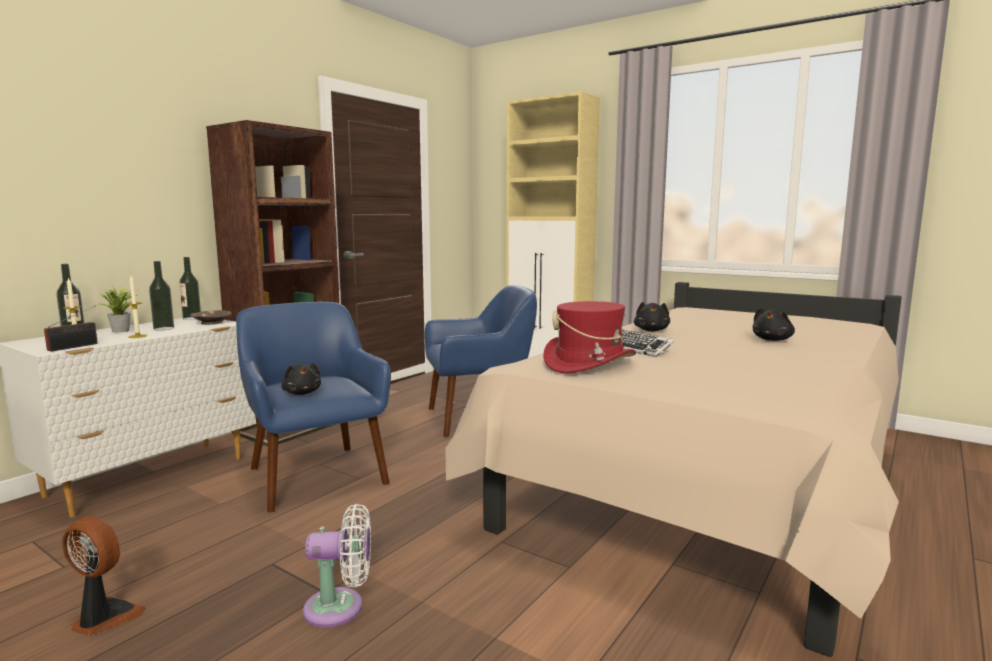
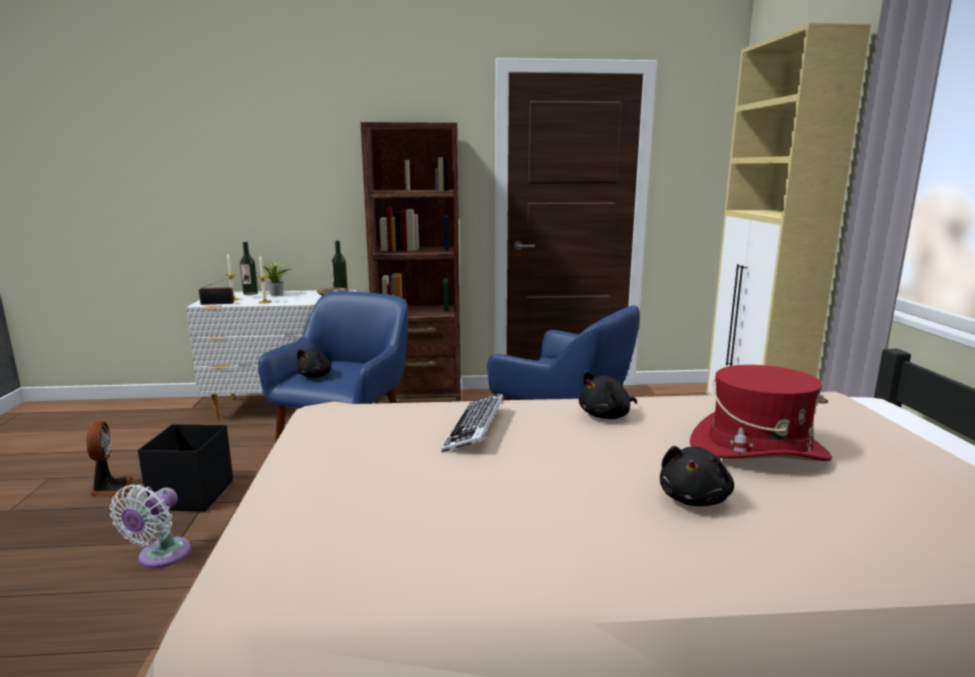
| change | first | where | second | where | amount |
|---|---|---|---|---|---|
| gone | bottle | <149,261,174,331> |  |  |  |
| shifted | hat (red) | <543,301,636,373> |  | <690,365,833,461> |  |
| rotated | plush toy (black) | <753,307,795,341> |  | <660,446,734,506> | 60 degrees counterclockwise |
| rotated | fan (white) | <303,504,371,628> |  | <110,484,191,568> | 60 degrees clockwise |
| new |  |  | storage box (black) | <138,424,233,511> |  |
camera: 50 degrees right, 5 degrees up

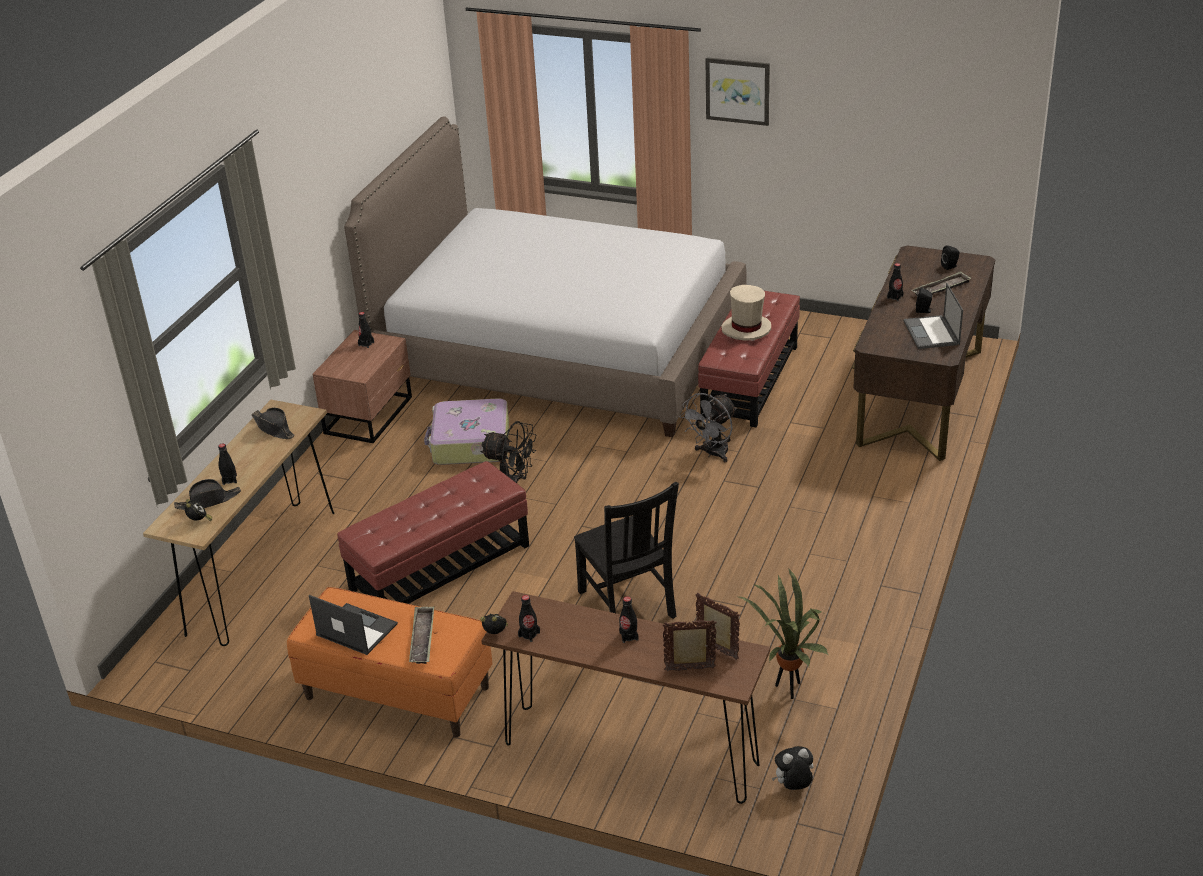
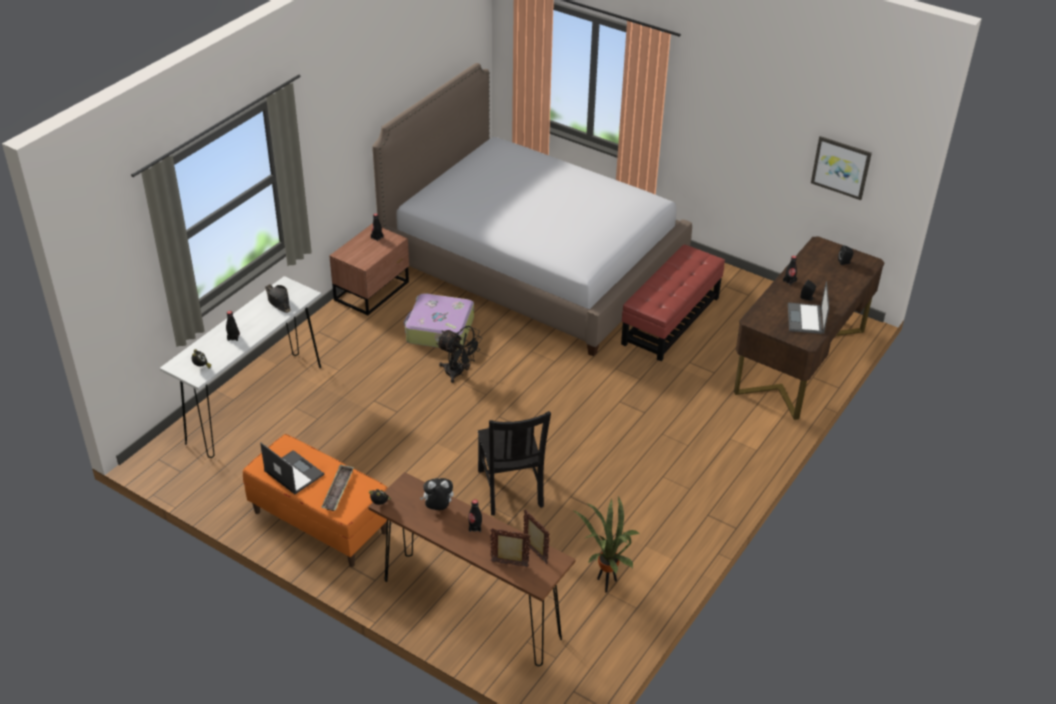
| change | first | where | second | where | amount |
|---|---|---|---|---|---|
| shifted | picture | <705,57,770,126> |  | <811,136,872,200> |  |
| gone | tray | <912,271,971,296> |  |  |  |
| gone | hat (beige) | <721,285,771,341> |  |  |  |
| gone | fan (grey) | <679,393,737,462> |  |  |  |
| repainted | console table (brown) | <143,400,334,646> | console table (white) | <160,276,322,458> |  |
| gone | ottoman (red) | <337,461,529,604> |  |  |  |
| gone | hat (black) | <174,479,241,510> |  |  |  |
| gone | bottle (black) | <518,595,540,642> |  |  |  |
| shifted | plush toy | <772,746,814,790> |  | <420,478,454,510> |  |
camera: 10 degrees right, 5 degrees up

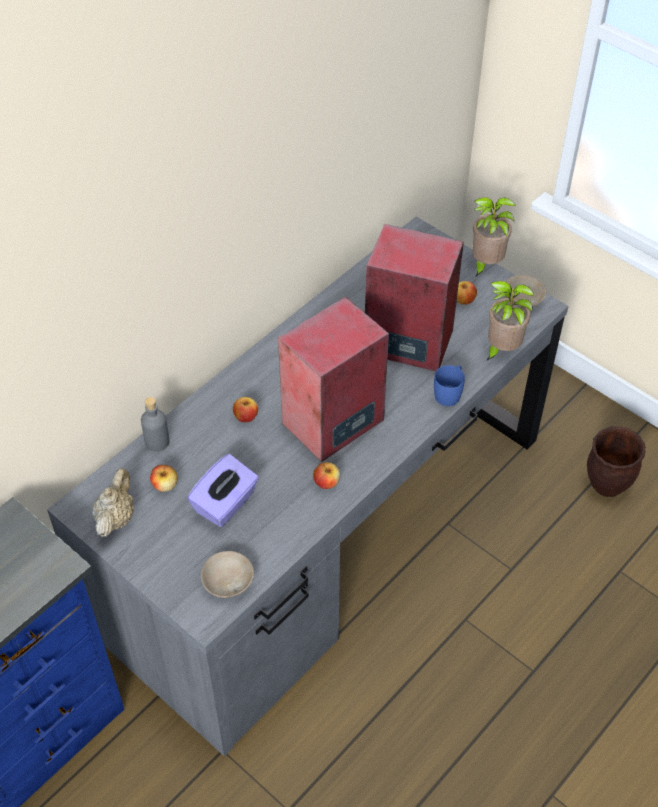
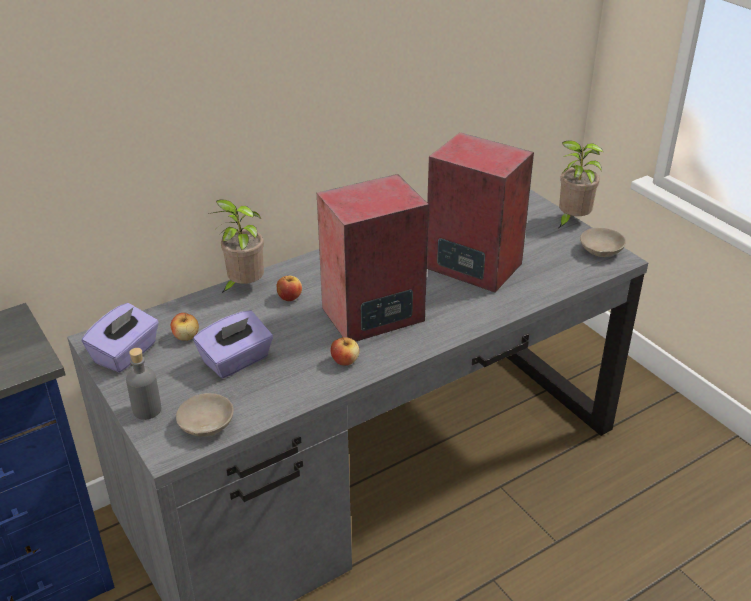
| change | first | where | second | where | amount |
|---|---|---|---|---|---|
| gone | apple | <457,281,477,305> |  |  |  |
| shifted | potted plant | <486,281,534,361> |  | <208,200,264,294> |  |
| gone | mug (blue) | <434,365,465,406> |  |  |  |
| shifted | bottle (grey) | <141,397,170,452> |  | <126,348,161,420> |  |
| gone | planter (brown) | <587,426,645,497> |  |  |  |
| swapped | teapot (beige) | <92,468,134,537> | tissue box (purple) | <82,303,159,373> |  |
camera: 15 degrees right, 15 degrees down

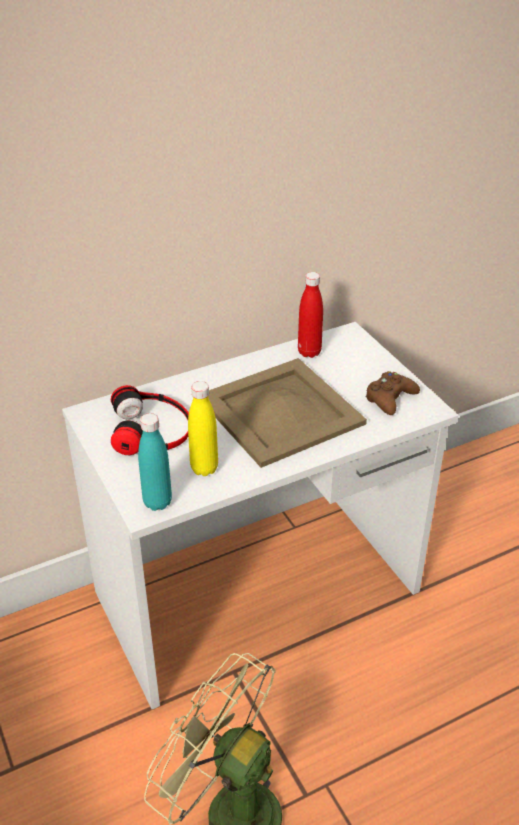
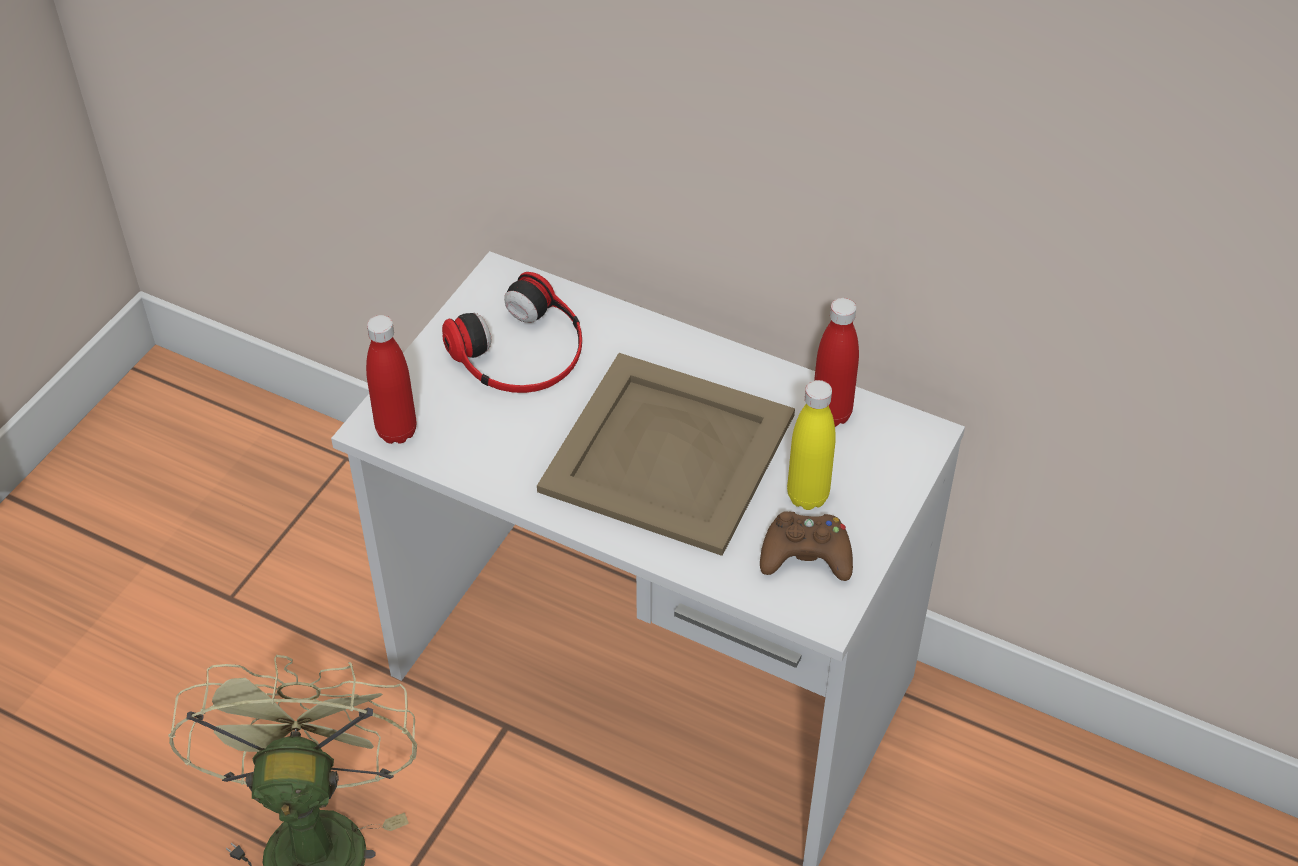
| change | first | where | second | where | amount |
|---|---|---|---|---|---|
| shifted | bottle (yellow) | <188,381,218,476> |  | <787,380,836,510> |  |
| repainted | bottle (turquoise) | <138,413,172,511> | bottle (red) | <366,315,416,444> |  |
camera: 55 degrees right, 10 degrees up

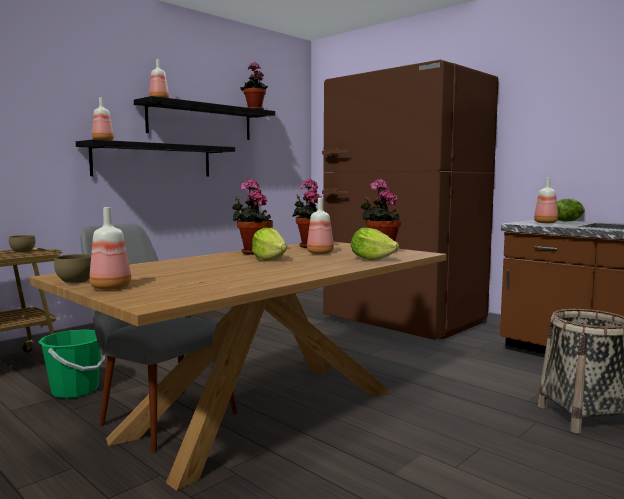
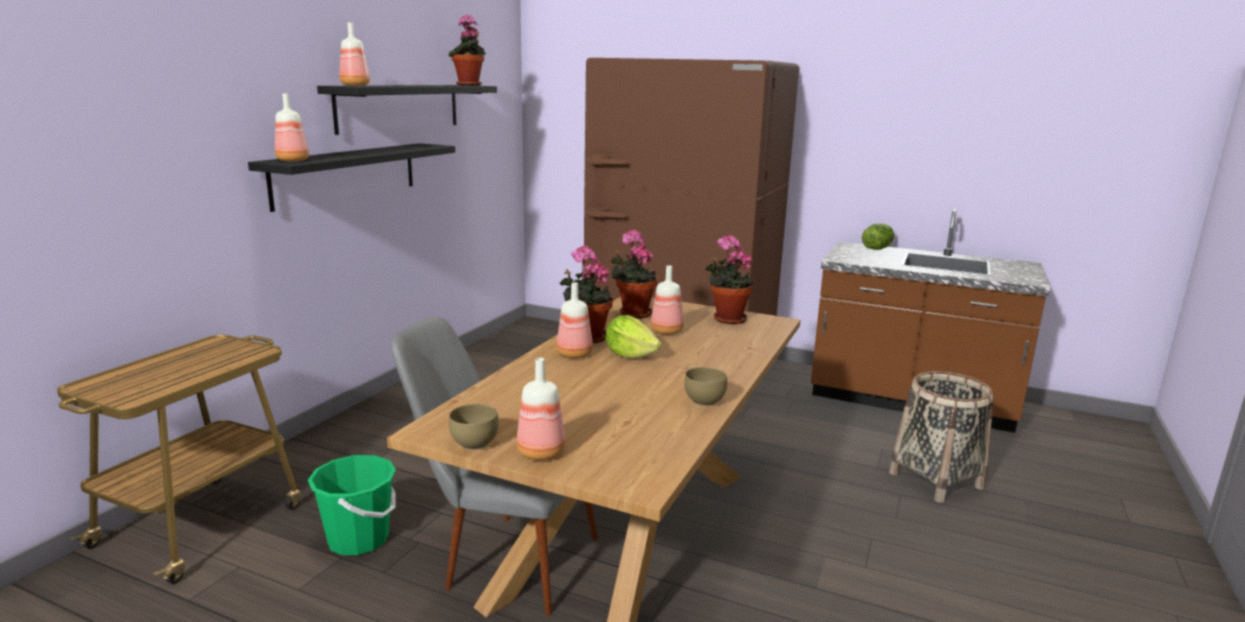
| change | first | where | second | where | amount |
|---|---|---|---|---|---|
| shifted | bottle | <534,177,558,223> |  | <557,282,593,358> |  |
| gone | lettuce | <351,227,399,260> |  |  |  |
| shifted | bowl (brown) | <9,235,36,253> |  | <684,367,727,406> |  |
camera: 20 degrees left, 10 degrees up

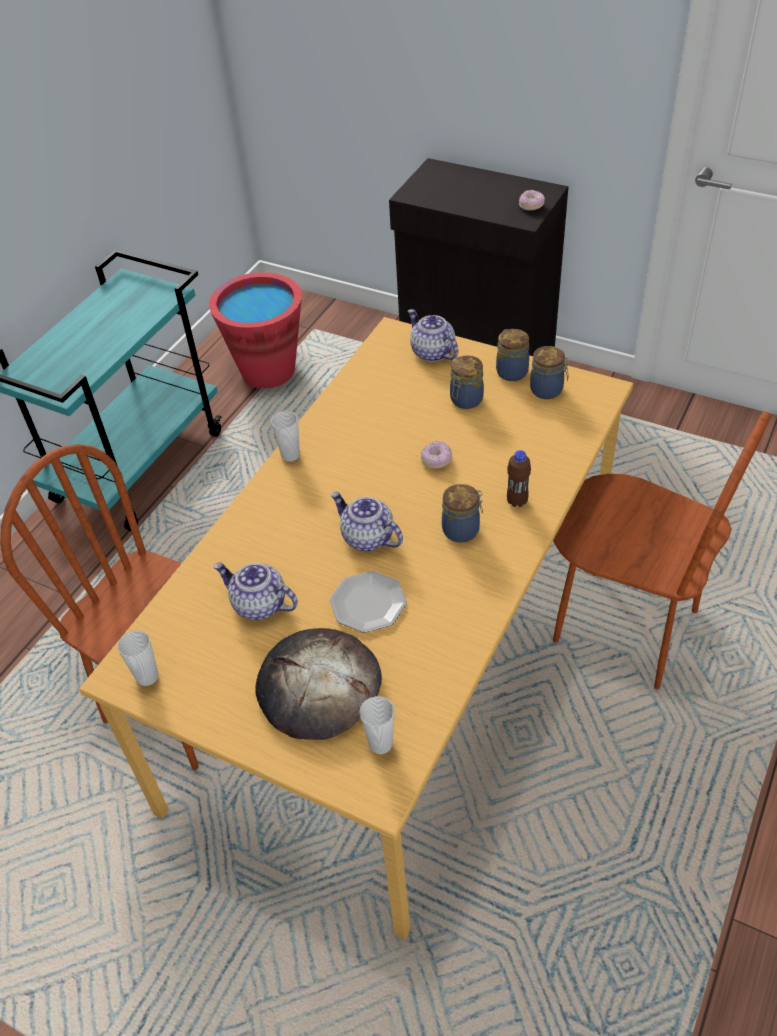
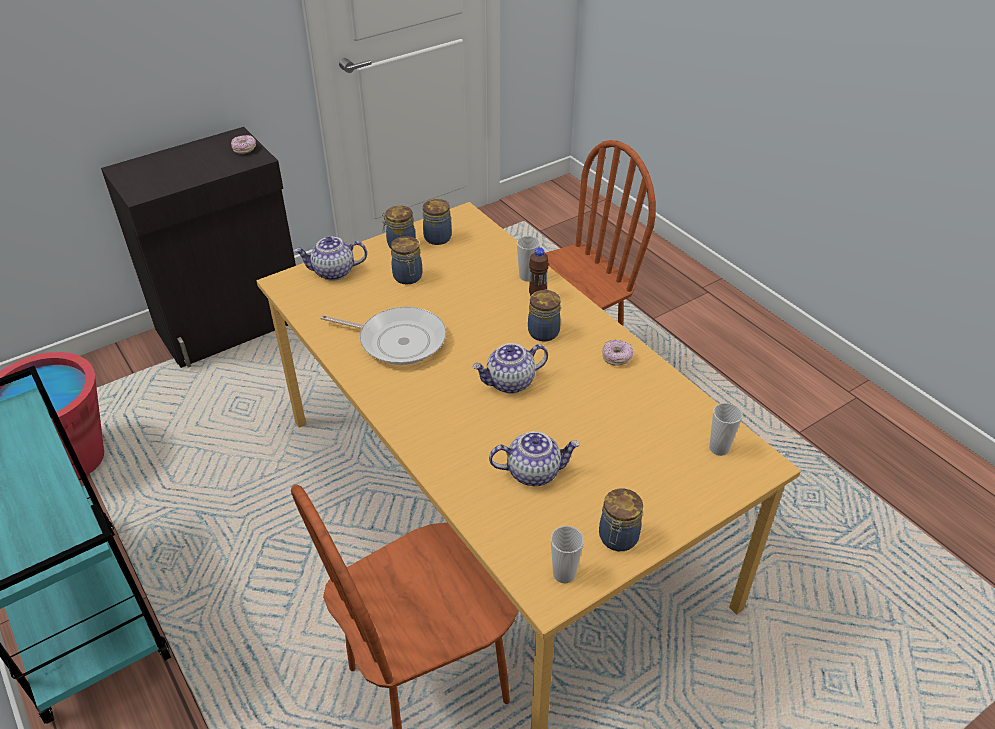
| change | first | where | second | where | amount |
|---|---|---|---|---|---|
| shifted | cup | <271,411,300,461> |  | <517,236,540,281> |  |
| shifted | donut | <421,441,452,469> |  | <602,340,633,366> |  |
| rotated | teapot | <213,562,298,620> |  | <489,431,580,486> | 150 degrees counterclockwise |
| gone | plate | <330,571,407,633> |  |  |  |
| gone | bread | <255,628,382,740> |  |  |  |
| new |  |  | frying pan | <320,307,446,365> |  |
| new |  |  | jar | <599,489,643,551> |  |
camera: 65 degrees left, 5 degrees down

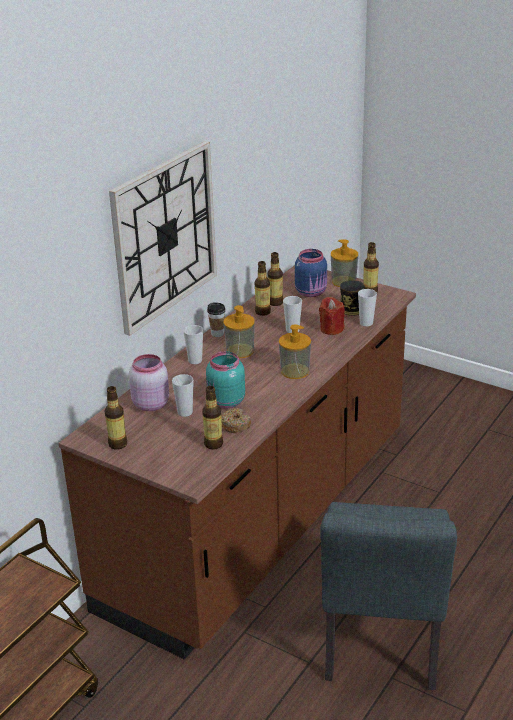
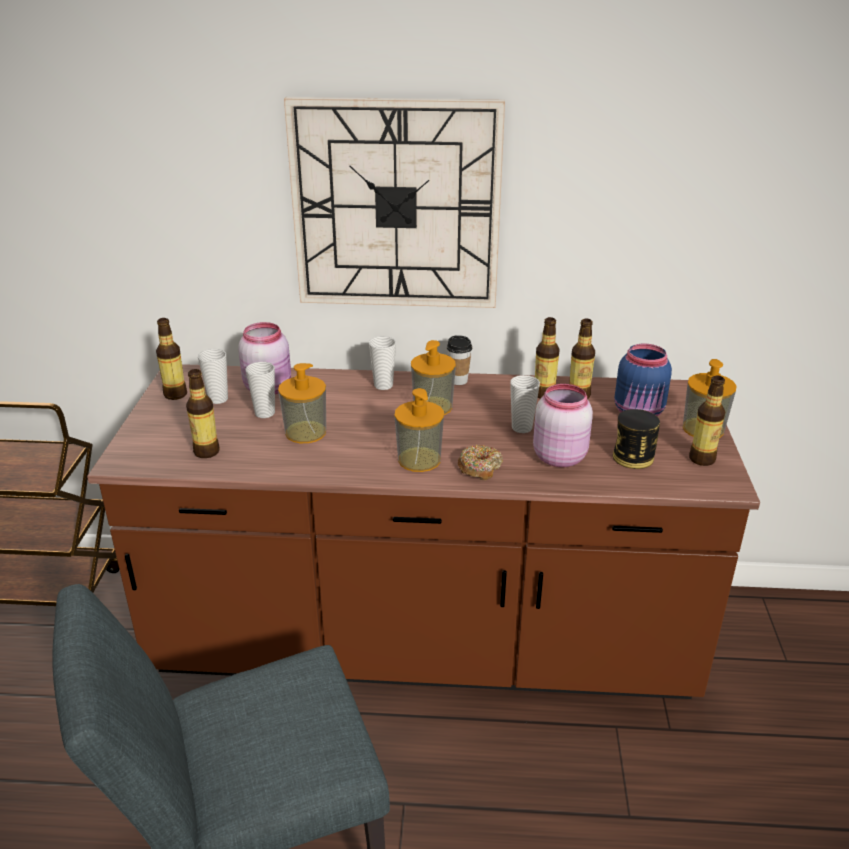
| change | first | where | second | where | amount |
|---|---|---|---|---|---|
| shifted | cup | <358,289,377,326> |  | <198,349,228,404> |  |
| swapped | candle (red) | <319,297,345,335> | jar (pink) | <533,384,593,467> |  |
| swapped | jar (turquoise) | <206,351,245,409> | soap dispenser | <278,363,326,443> |  |
| shifted | donut | <221,408,251,433> |  | <458,445,503,480> |  |
camera: 60 degrees right, 0 degrees up

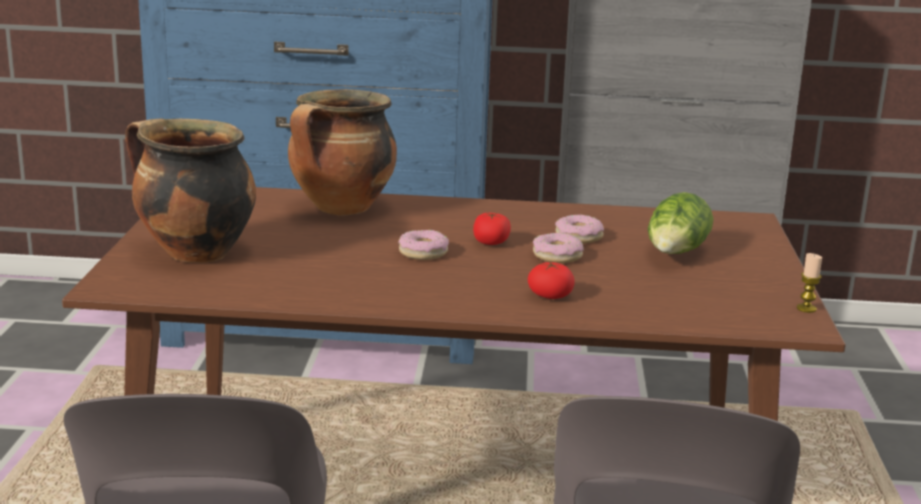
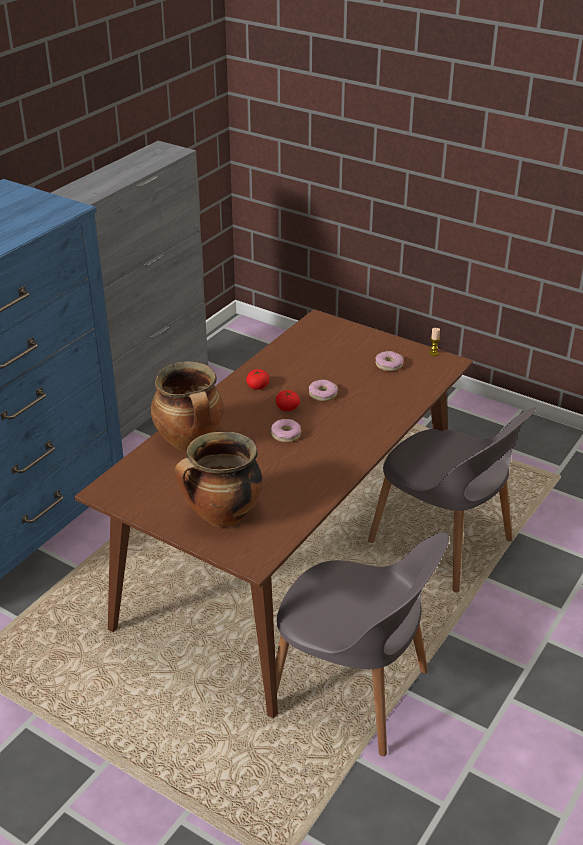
| change | first | where | second | where | amount |
|---|---|---|---|---|---|
| gone | lettuce | <648,192,714,254> |  |  |  |
| shifted | donut | <555,214,604,243> |  | <375,351,404,371> |  |
| shifted | tomato | <528,262,575,299> |  | <246,369,270,390> |  |
camera: 60 degrees left, 15 degrees up

